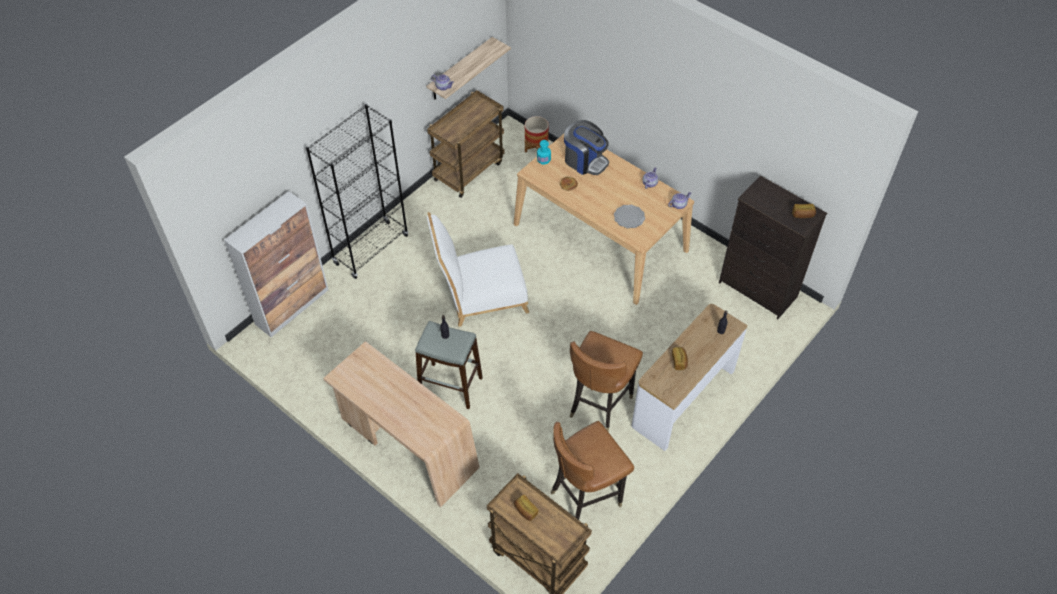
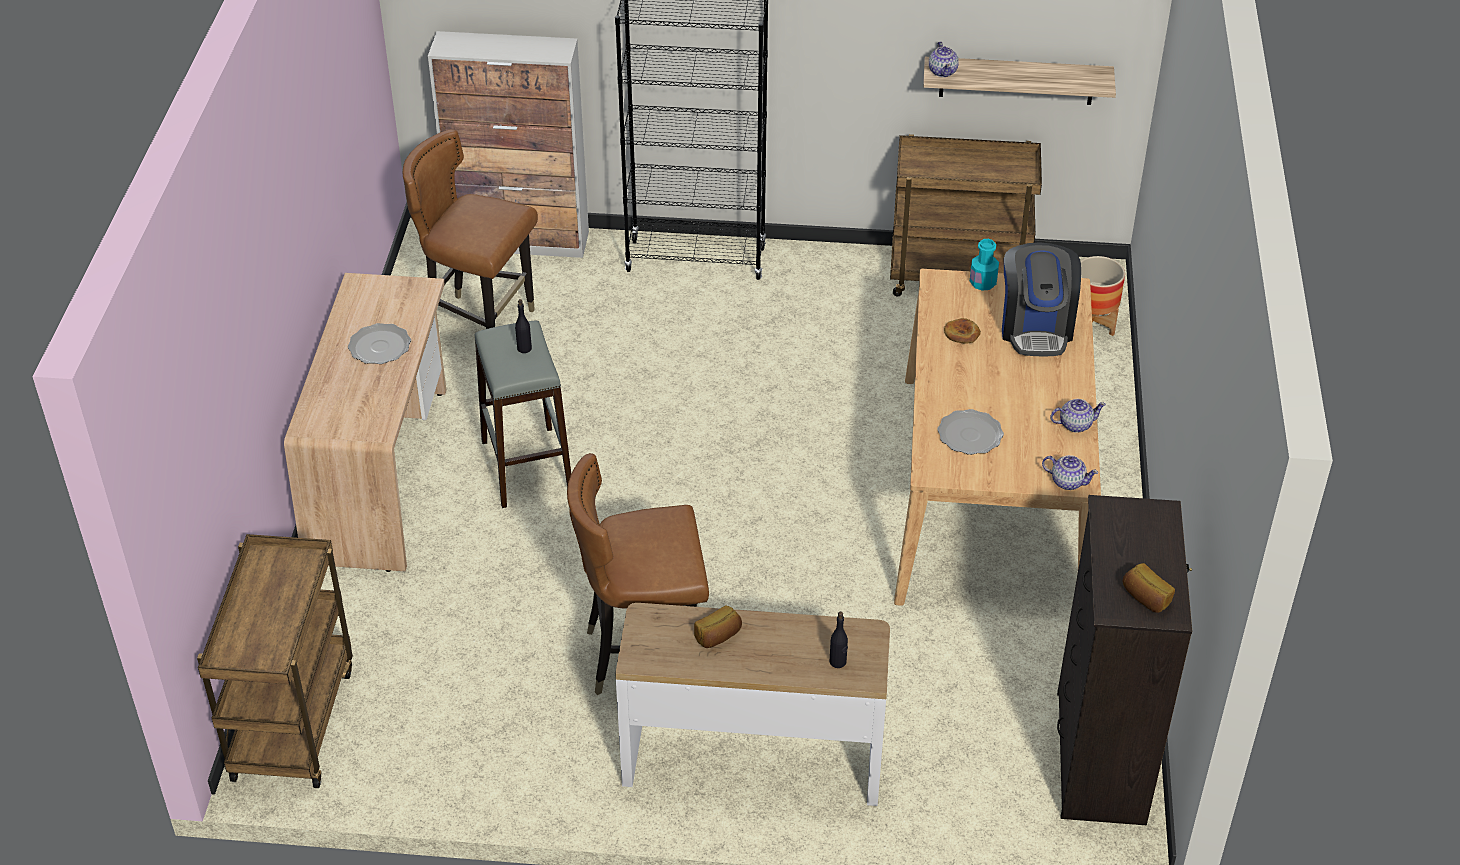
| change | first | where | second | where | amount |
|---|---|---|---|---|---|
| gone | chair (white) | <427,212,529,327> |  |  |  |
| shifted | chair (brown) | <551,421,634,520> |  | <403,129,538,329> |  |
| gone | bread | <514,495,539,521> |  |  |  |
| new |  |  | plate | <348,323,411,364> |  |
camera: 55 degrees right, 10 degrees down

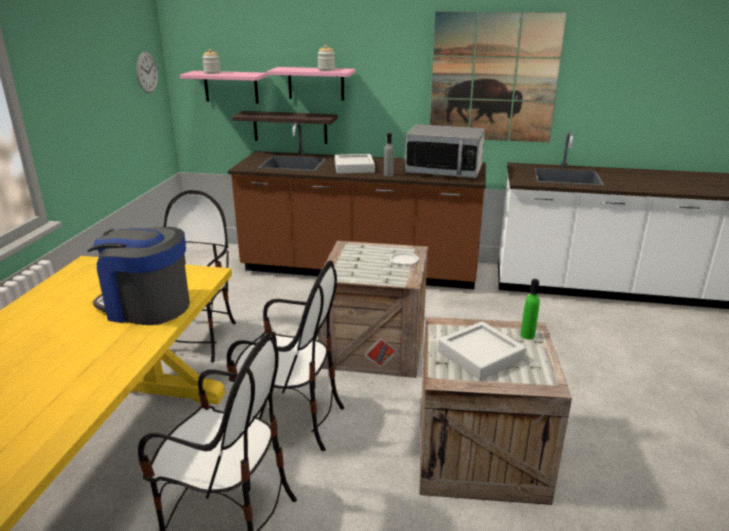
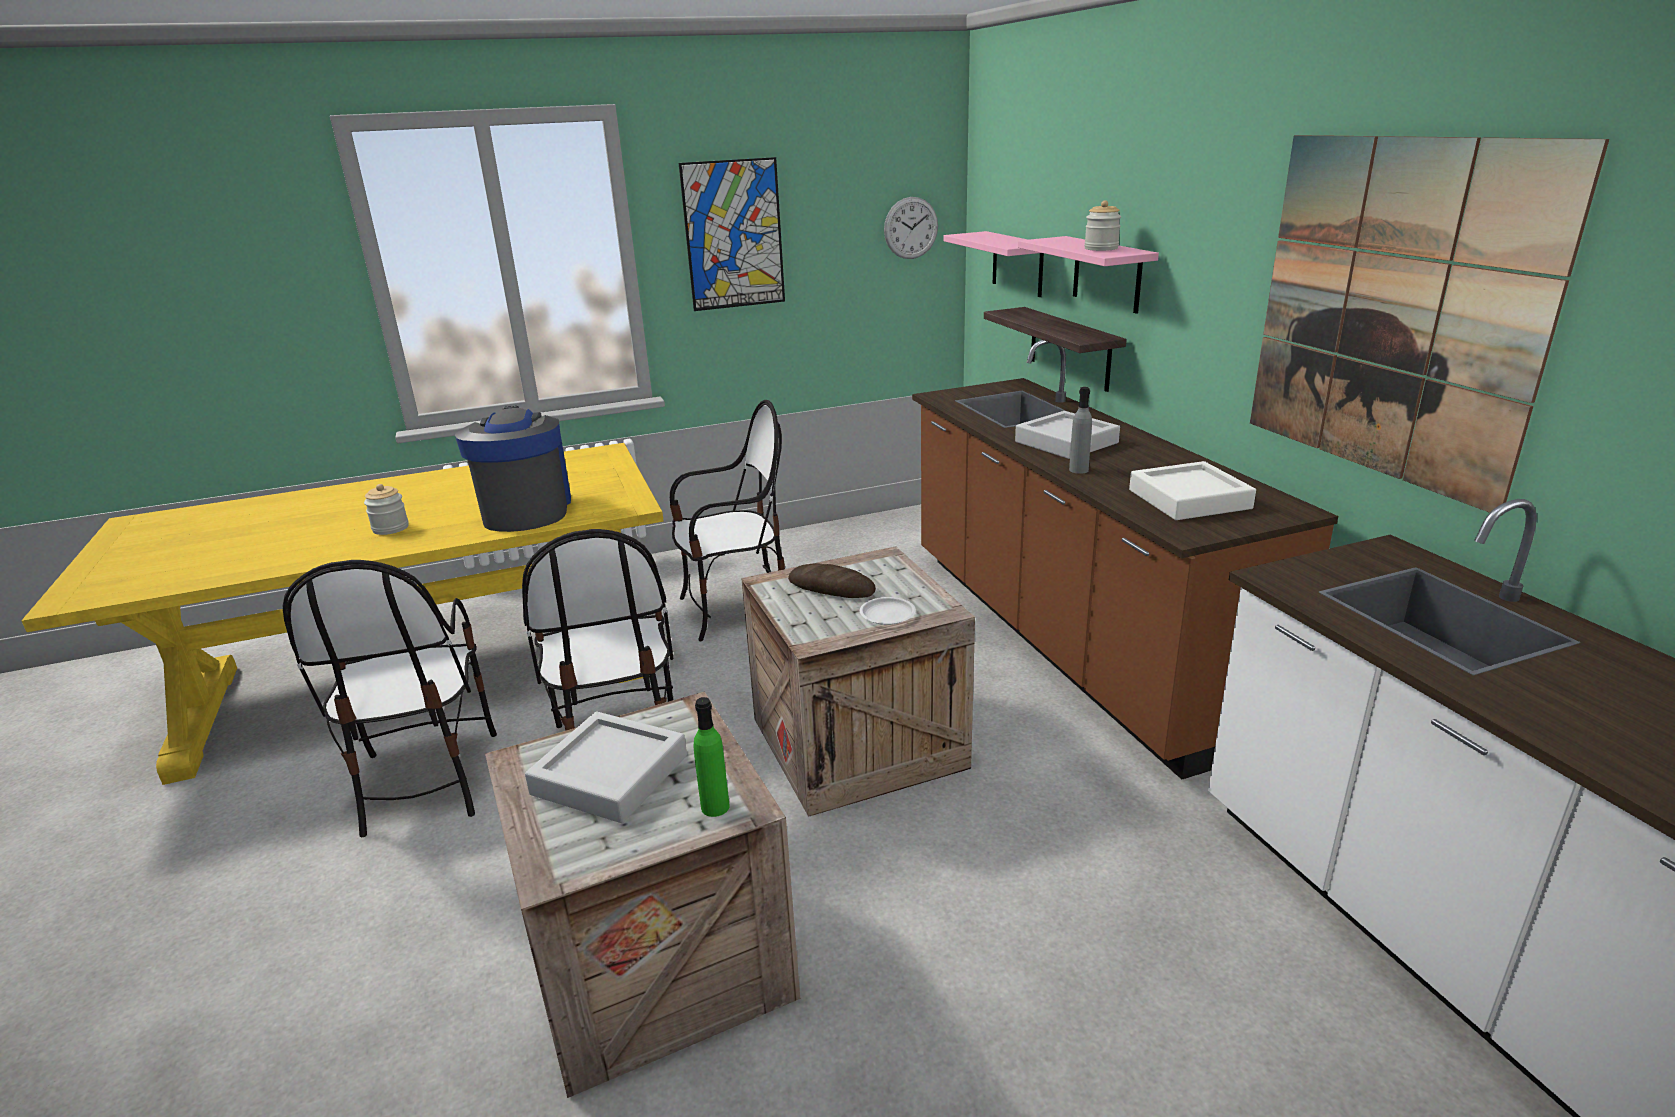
| change | first | where | second | where | amount |
|---|---|---|---|---|---|
| shifted | jar | <202,49,221,74> |  | <364,484,409,535> |  |
| swapped | microwave | <405,124,485,178> | tray (white) | <1129,461,1256,520> |  |
| new |  |  | picture | <679,157,785,311> |  |
| new |  |  | bread | <788,563,876,598> |  |
camera: 60 degrees right, 0 degrees up

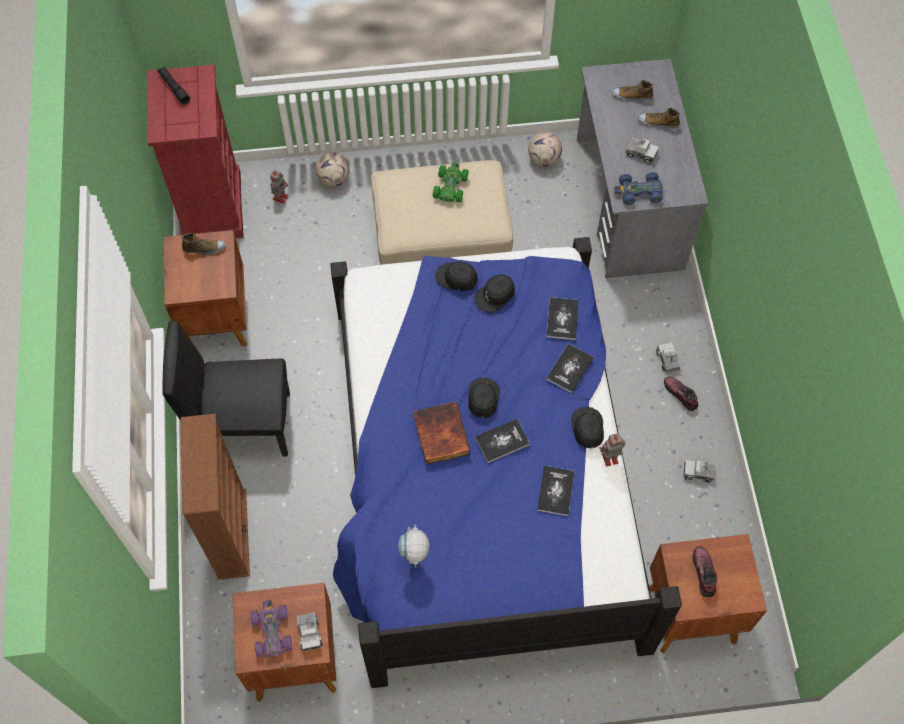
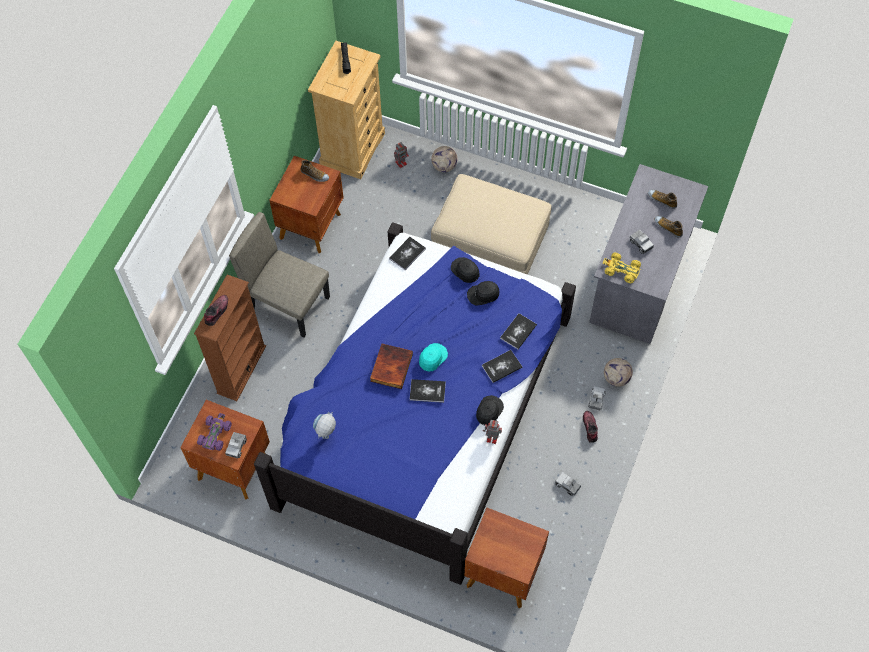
| change | first | where | second | where | amount |
|---|---|---|---|---|---|
| repainted | dresser (red) | <147,65,244,238> | dresser (beige) | <308,41,385,179> |  |
| shifted | football | <528,132,562,166> |  | <604,358,633,387> |  |
| gone | toy car (green) | <433,162,468,202> |  |  |  |
| repainted | toy car (blue) | <614,172,663,205> | toy car (yellow) | <603,253,641,284> |  |
| repainted | chair (black) | <162,321,290,456> | chair (beige) | <229,212,330,338> |  |
| repainted | cap (black) | <468,378,500,418> | cap (turquoise) | <419,343,448,371> |  |
| shifted | book | <537,466,575,516> |  | <389,237,426,270> |  |
| shifted | shoe | <693,546,717,597> |  | <204,295,228,326> |  |
camera: 30 degrees right, 0 degrees up

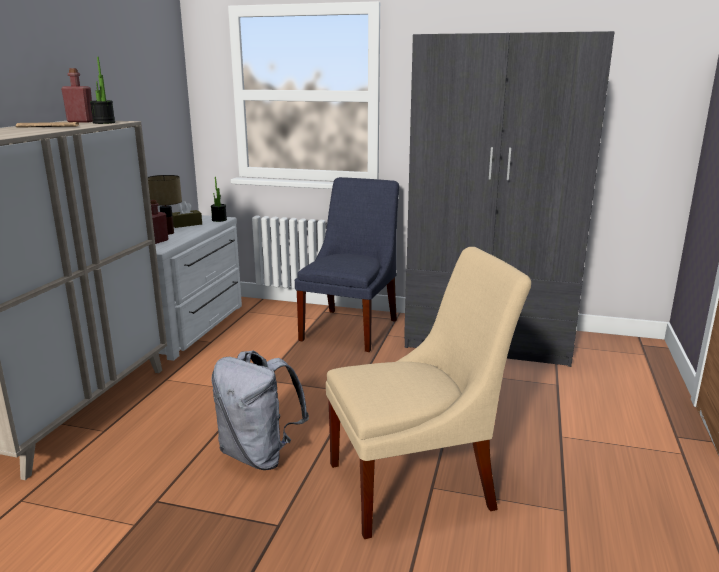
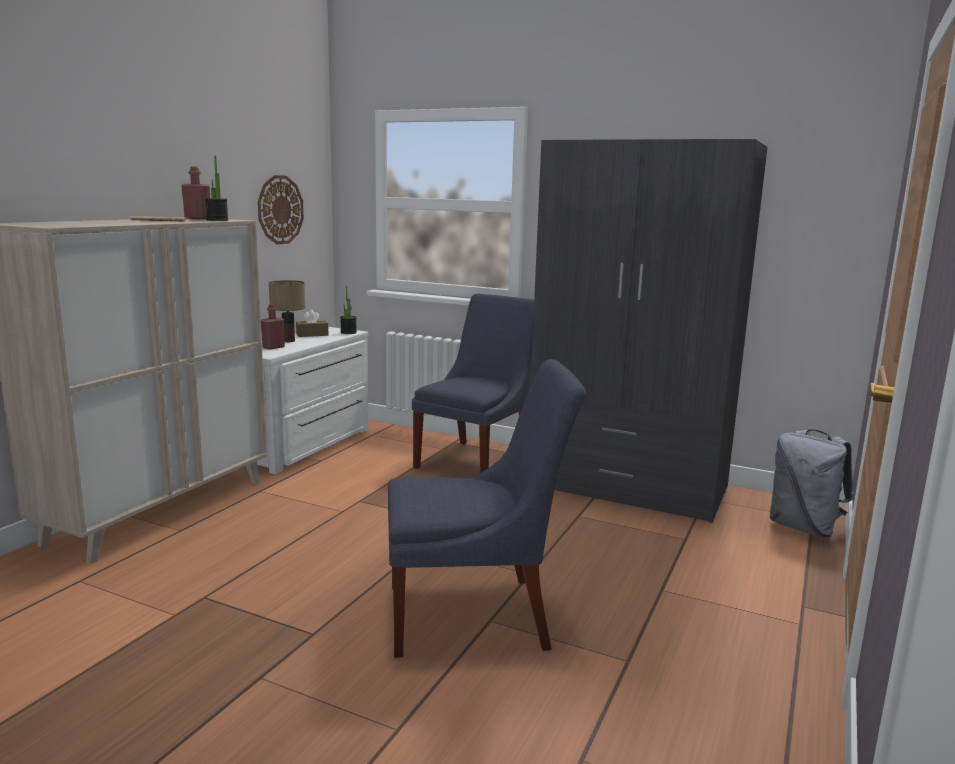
| change | first | where | second | where | amount |
|---|---|---|---|---|---|
| repainted | chair (beige) | <326,247,531,539> | chair (blue) | <388,359,586,658> |  |
| shifted | backpack (grey) | <212,350,309,470> |  | <770,429,853,537> |  |
| new |  |  | wall clock | <258,175,304,244> |  |
camera: 10 degrees right, 5 degrees down

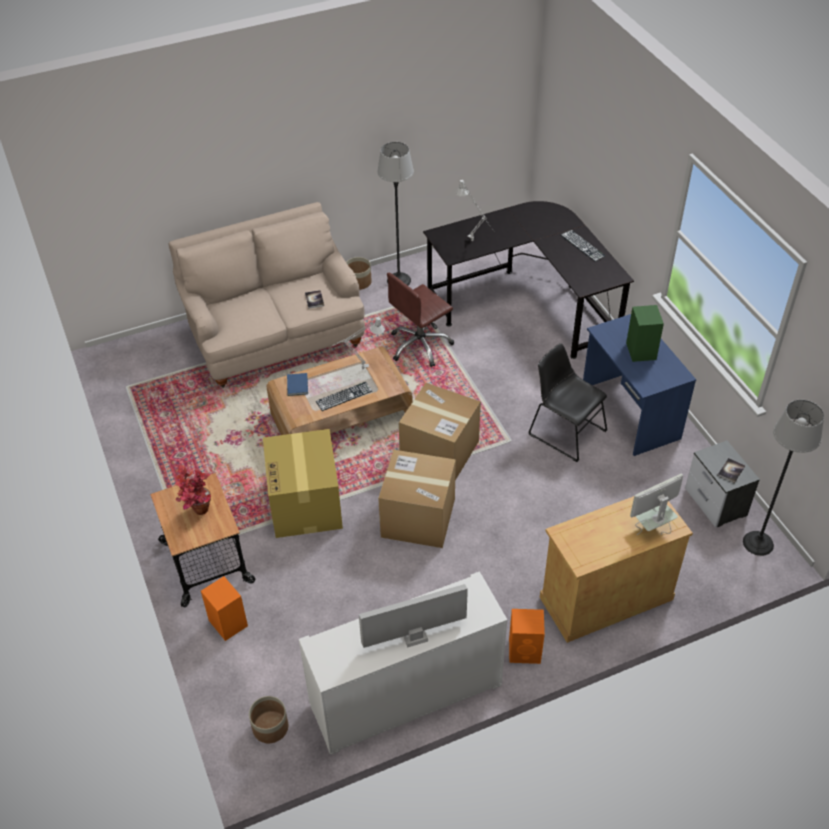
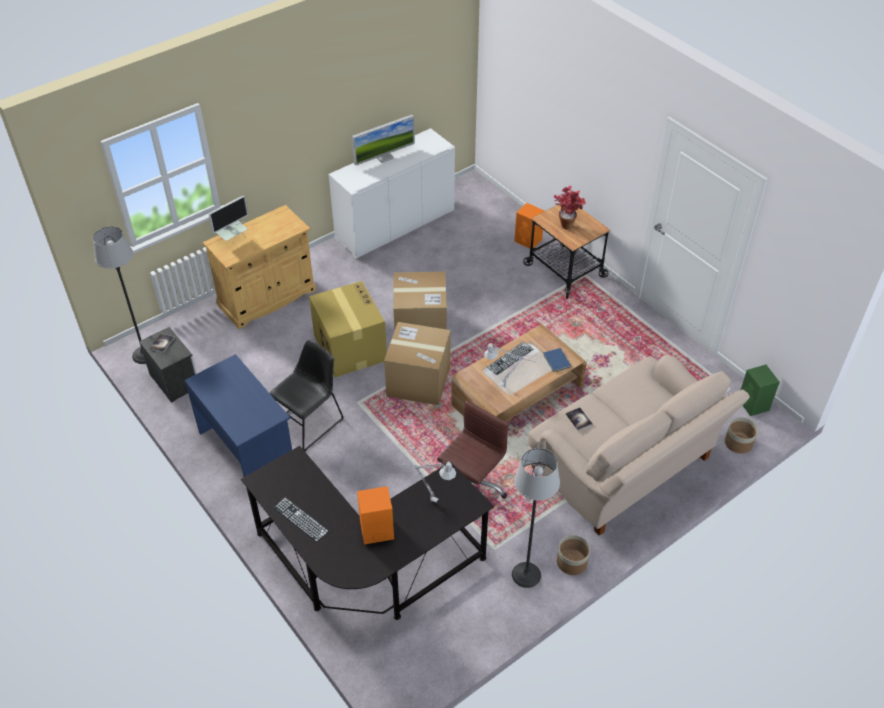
| change | first | where | second | where | amount |
|---|---|---|---|---|---|
| shifted | speaker (green) | <626,305,664,362> |  | <741,365,780,416> |  |
| rotated | chair (black) | <529,343,608,462> |  | <270,340,344,451> | 75 degrees counterclockwise |
| shifted | cardboard box | <263,429,343,538> |  | <309,281,387,377> |  |
| shifted | speaker (orange) | <509,609,545,664> |  | <357,486,394,545> |  |
| shifted | planter | <249,696,288,743> |  | <725,417,758,454> |  |
camera: 165 degrees right, 0 degrees up

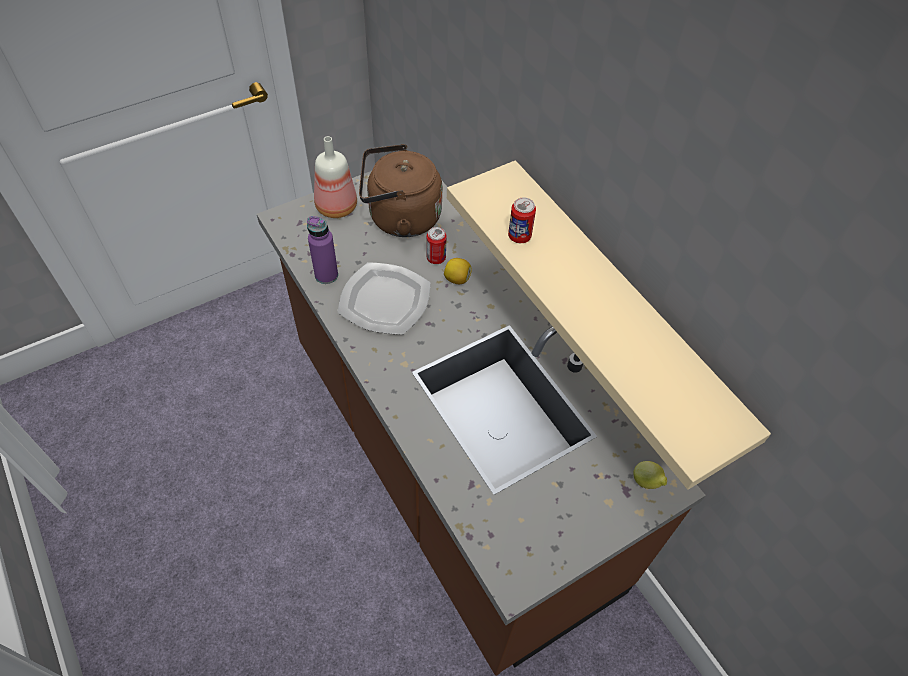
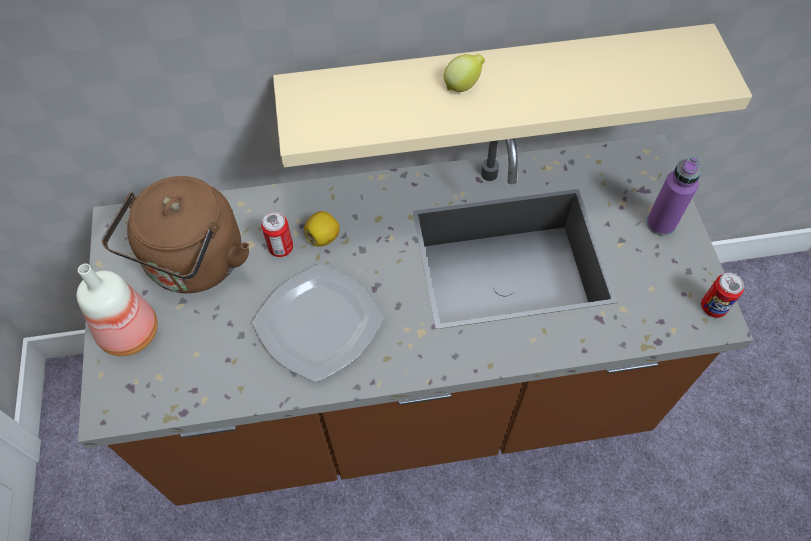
| change | first | where | second | where | amount |
|---|---|---|---|---|---|
| shifted | can | <508,198,536,243> |  | <701,273,744,318> |  |
| shifted | bottle (purple) | <307,216,338,284> |  | <646,157,702,236> |  |
| shifted | lemon | <633,461,667,489> |  | <444,54,485,92> |  |
camera: 65 degrees left, 5 degrees up

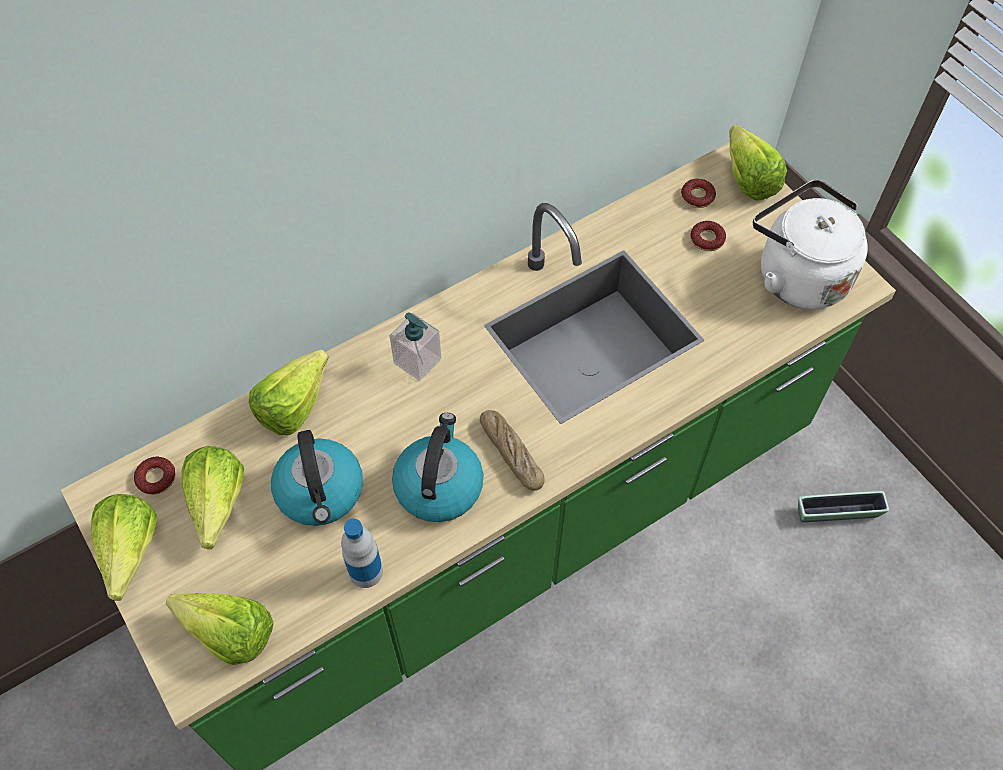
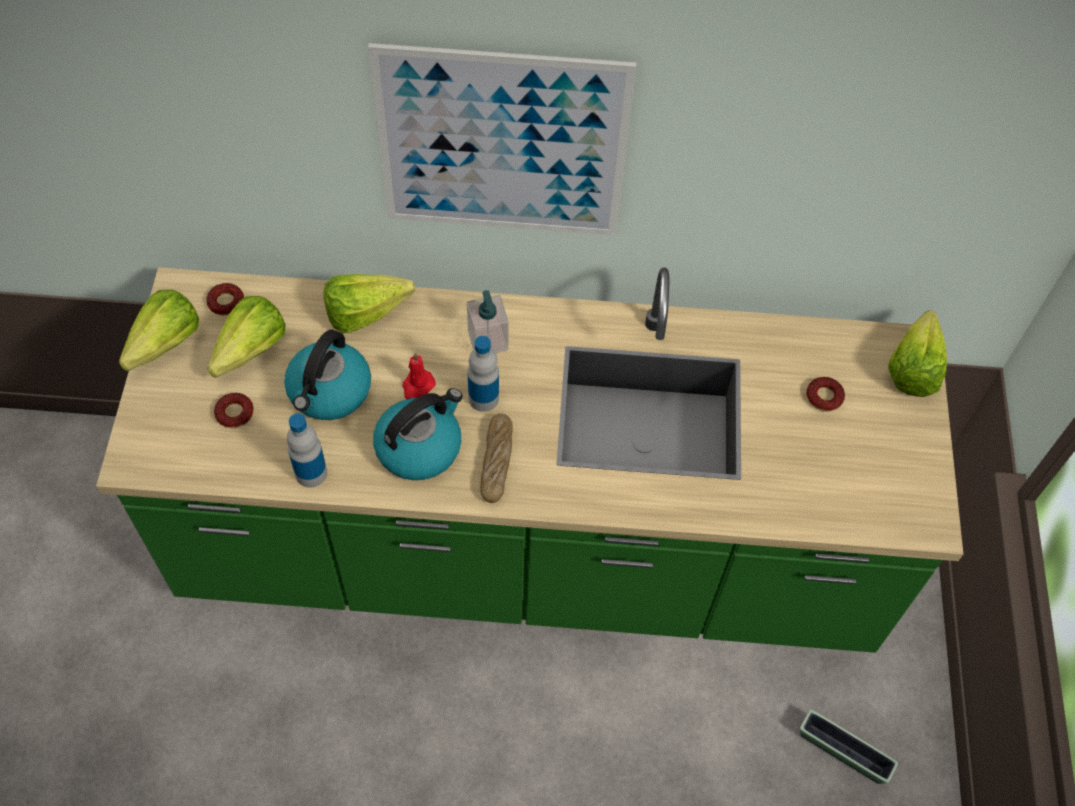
| change | first | where | second | where | amount |
|---|---|---|---|---|---|
| shifted | donut | <681,179,716,208> |  | <214,393,253,428> |  |
| gone | kettle (white) | <753,180,868,309> |  |  |  |
| gone | lettuce | <166,593,274,665> |  |  |  |
| new |  |  | picture | <368,43,636,235> |  |
| new |  |  | bottle | <467,336,499,412> |  |
| new |  |  | candle (red) | <402,353,436,399> |  |
camera: 35 degrees right, 0 degrees up

